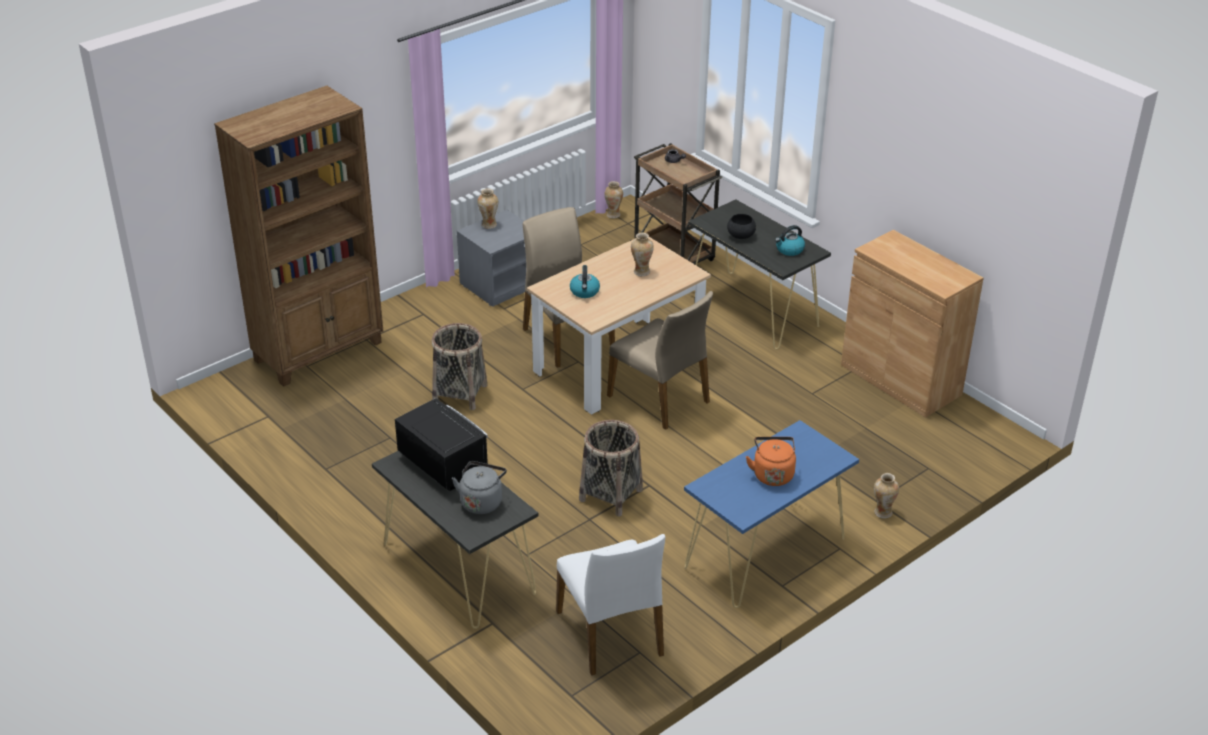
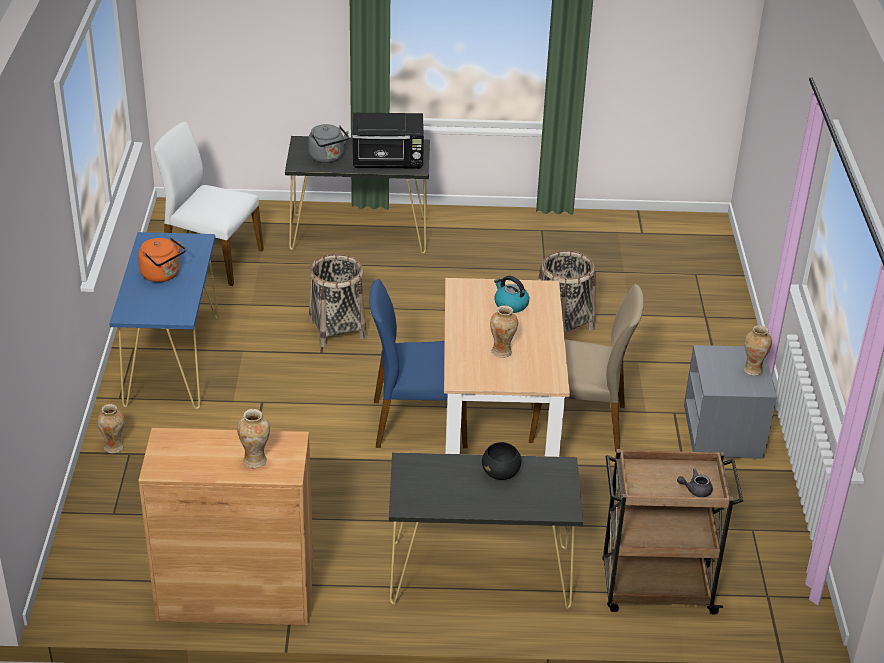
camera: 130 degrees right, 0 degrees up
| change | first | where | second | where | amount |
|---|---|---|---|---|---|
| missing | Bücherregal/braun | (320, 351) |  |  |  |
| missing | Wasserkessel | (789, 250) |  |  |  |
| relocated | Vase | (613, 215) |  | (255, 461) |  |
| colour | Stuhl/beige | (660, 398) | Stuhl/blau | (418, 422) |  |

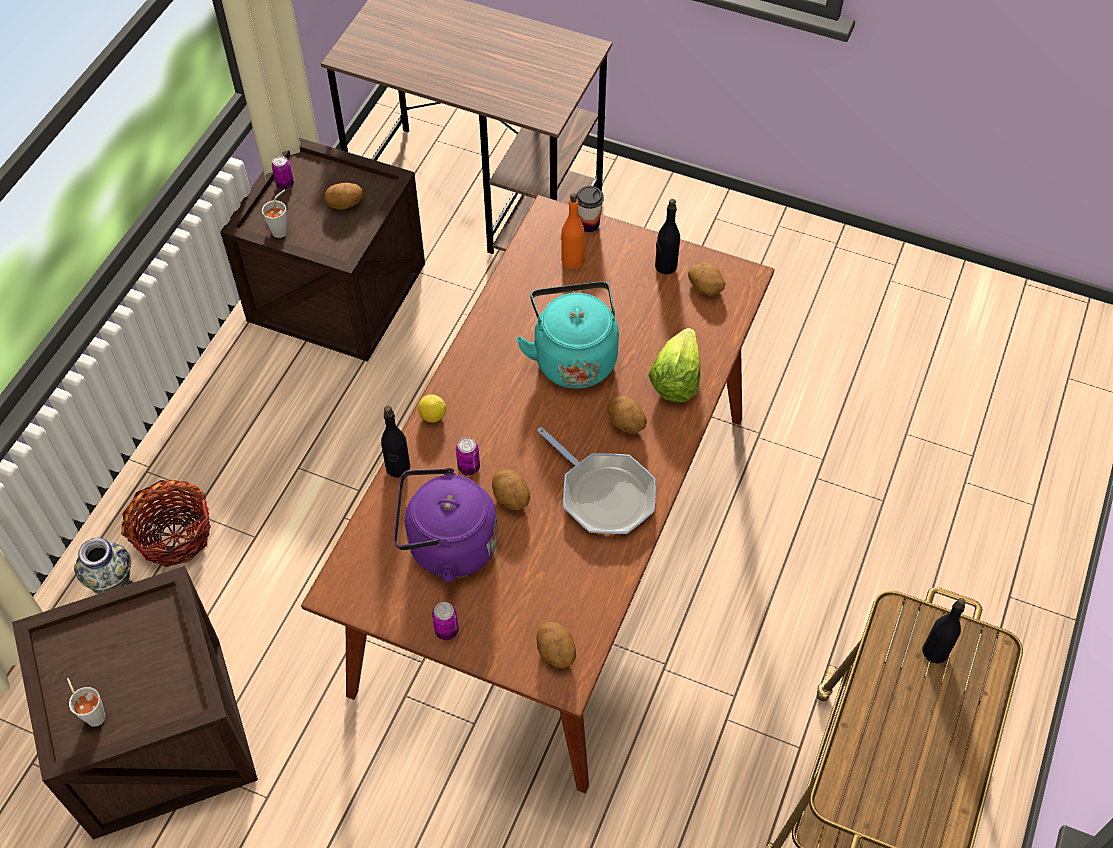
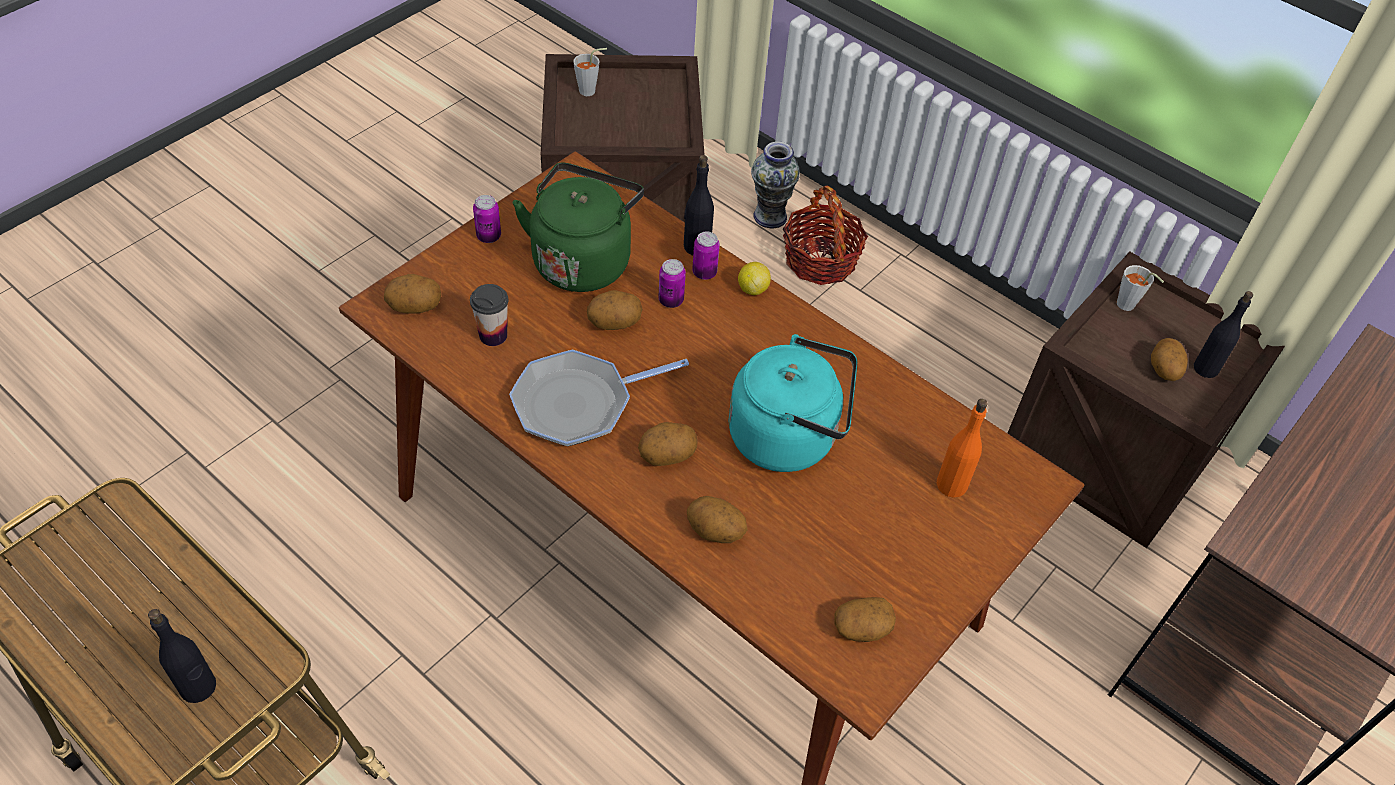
camera: 105 degrees right, 5 degrees down
| change | first | where | second | where | amount |
|---|---|---|---|---|---|
| relocated | Dose | (285, 185) |  | (704, 273) |  |
| relocated | Tasse | (589, 224) |  | (493, 335) |  |
| relocated | Flasche/schwarz | (665, 266) |  | (1205, 368) |  |
| exchanged | Salatkopf | (675, 378) | Kartoffel | (714, 532) |  |
| colour | Wasserkessel/lila | (446, 546) | Wasserkessel/grün | (583, 259) |  |

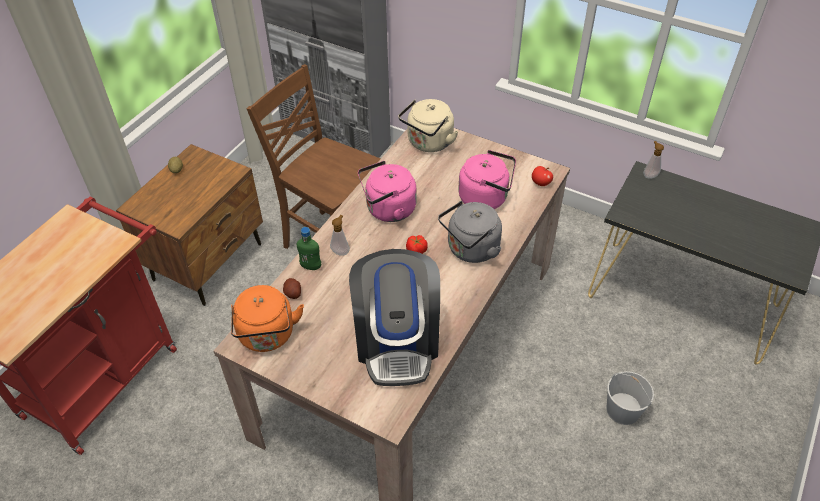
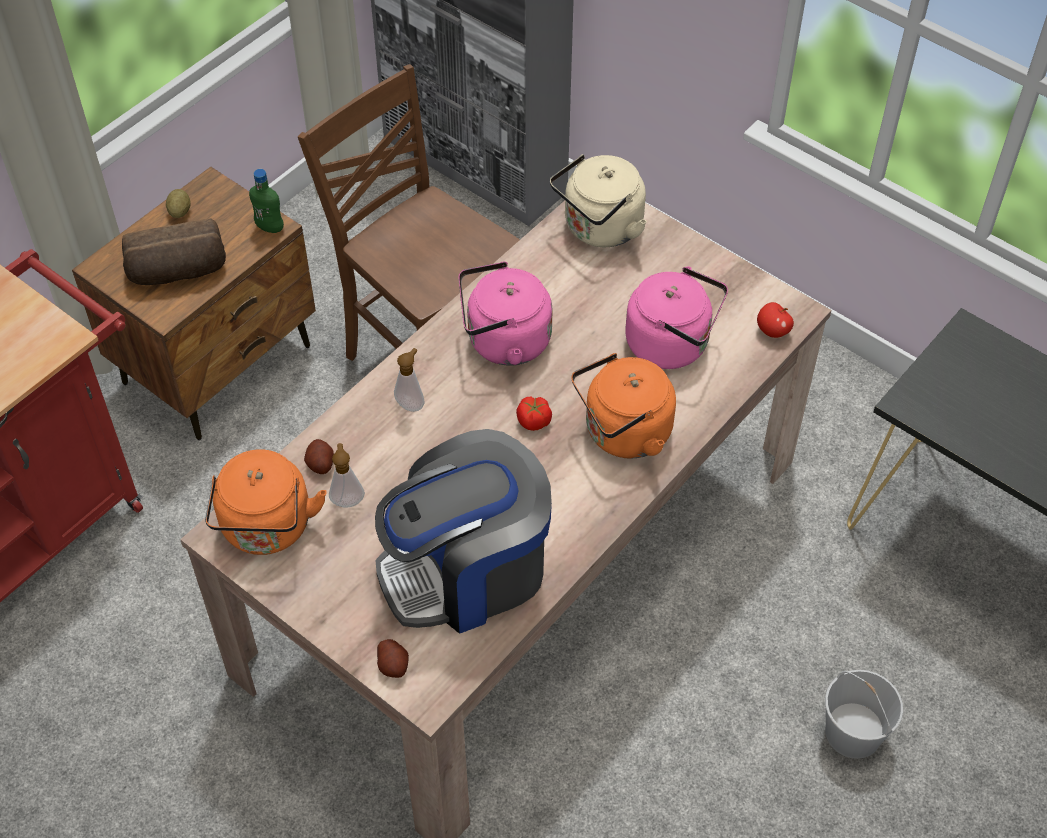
camera: 10 degrees right, 5 degrees up
| change | first | where | second | where | amount |
|---|---|---|---|---|---|
| appeared |  |  | Brot | (178, 272) |  |
| appeared |  |  | Kartoffel | (393, 665) |  |
| relocated | Flasche/grün | (311, 266) |  | (270, 227) |  |
| relocated | Seifenspender | (649, 175) |  | (347, 499) |  |
| colour | Wasserkessel/grau | (470, 250) | Wasserkessel/orange | (623, 434) |  |
| spun | Kaffeemaschine | (397, 341) |  | (467, 571) | 60 degrees clockwise |

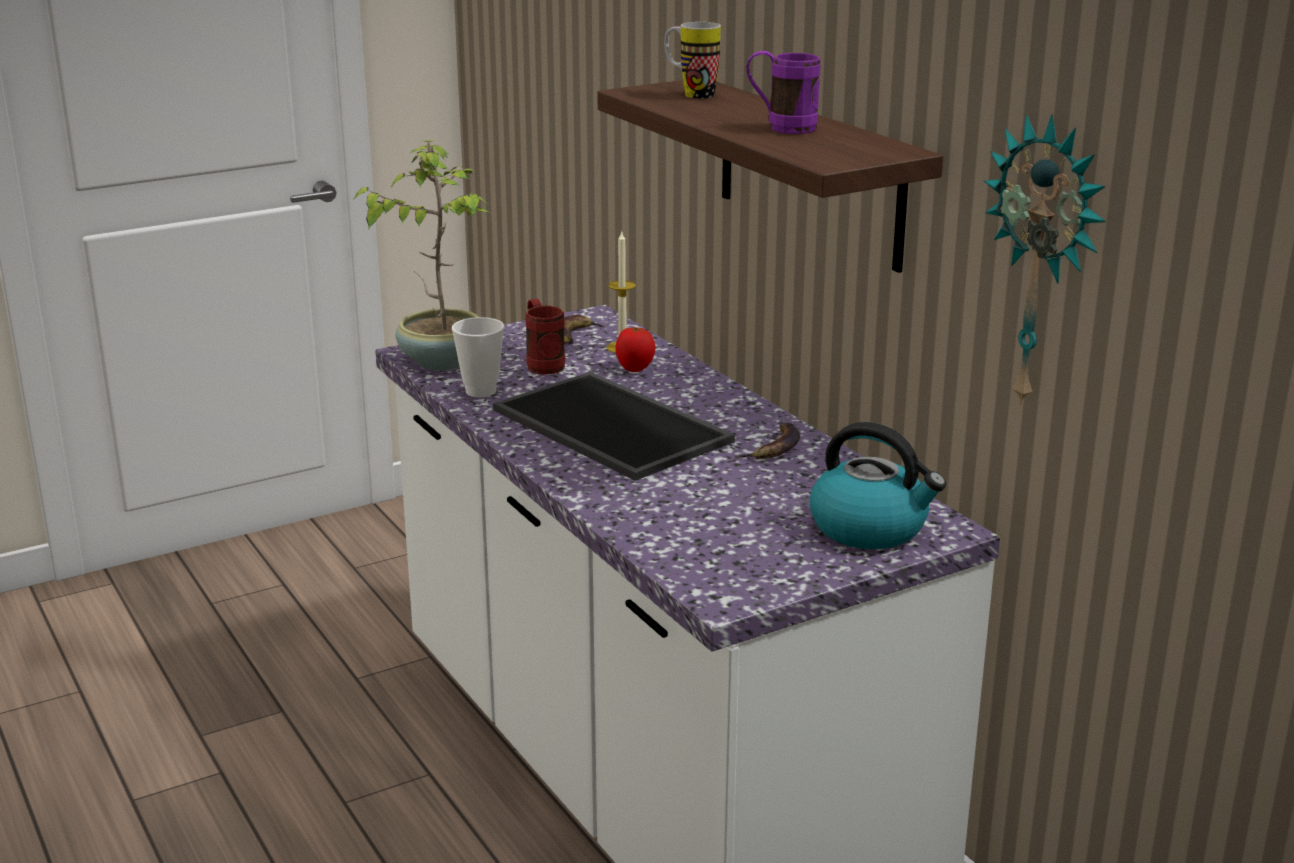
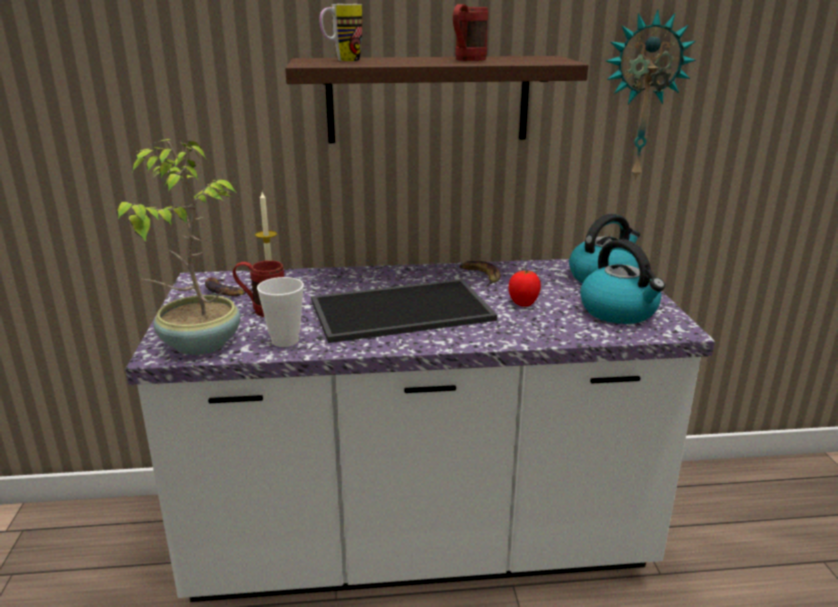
camera: 65 degrees left, 0 degrees up
| change | first | where | second | where | amount |
|---|---|---|---|---|---|
| appeared |  |  | Wasserkessel | (619, 311) |  |
| relocated | Tomate | (635, 369) |  | (523, 304) |  |
| colour | Henkelbecher/lila | (781, 128) | Henkelbecher/rot | (466, 60) |  |

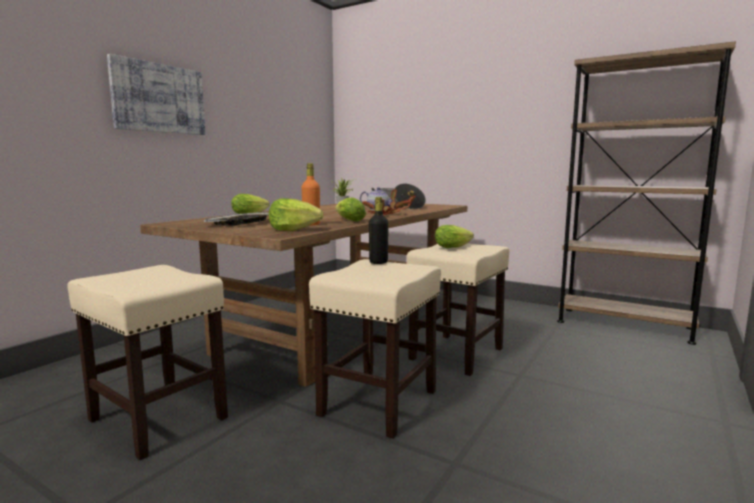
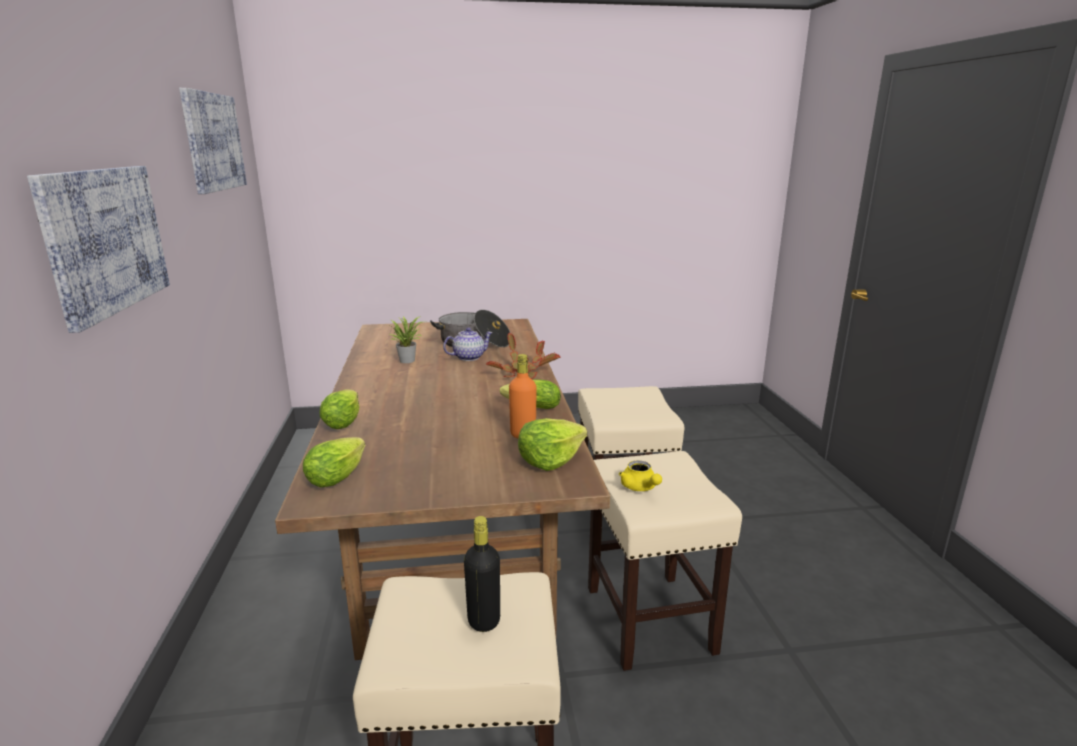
camera: 40 degrees left, 10 degrees up
| change | first | where | second | where | amount |
|---|---|---|---|---|---|
| missing | Tablett | (241, 223) |  |  |  |
| missing | Bücherregal/braun | (624, 325) |  |  |  |
| appeared |  |  | Bild | (213, 142) |  |
| appeared |  |  | Teekanne/gelb | (640, 488) |  |
| relocated | Flasche/schwarz | (378, 262) |  | (484, 620) |  |
| relocated | Salatkopf | (455, 247) |  | (340, 474) |  |

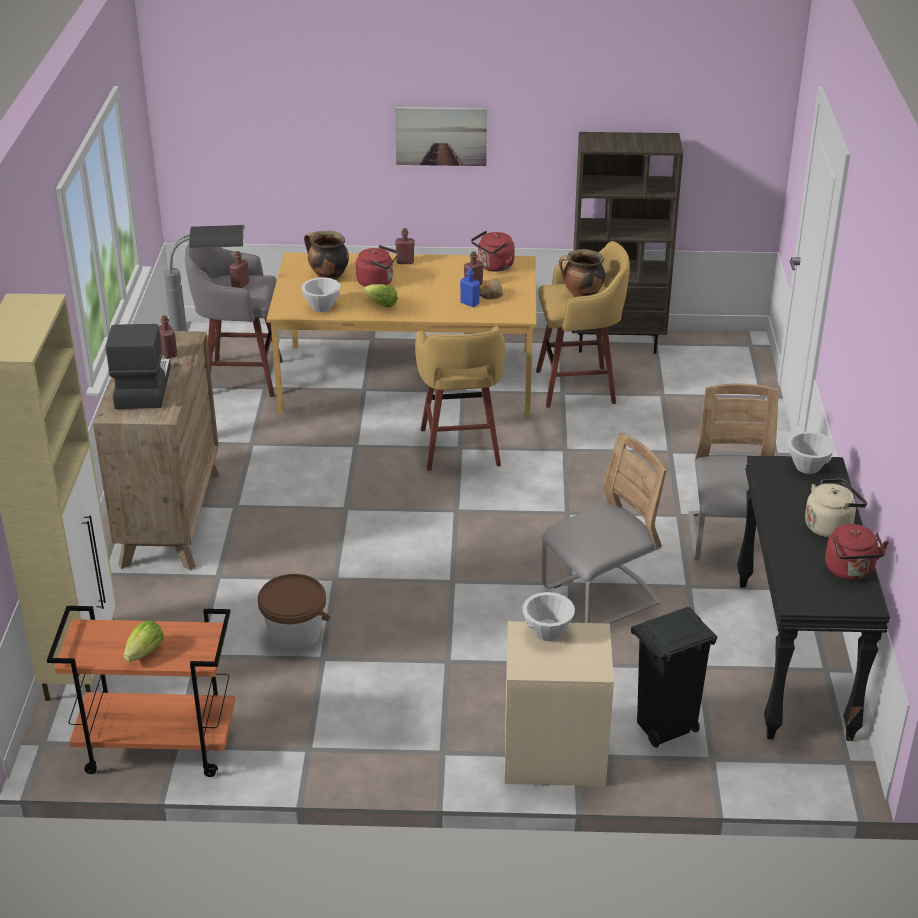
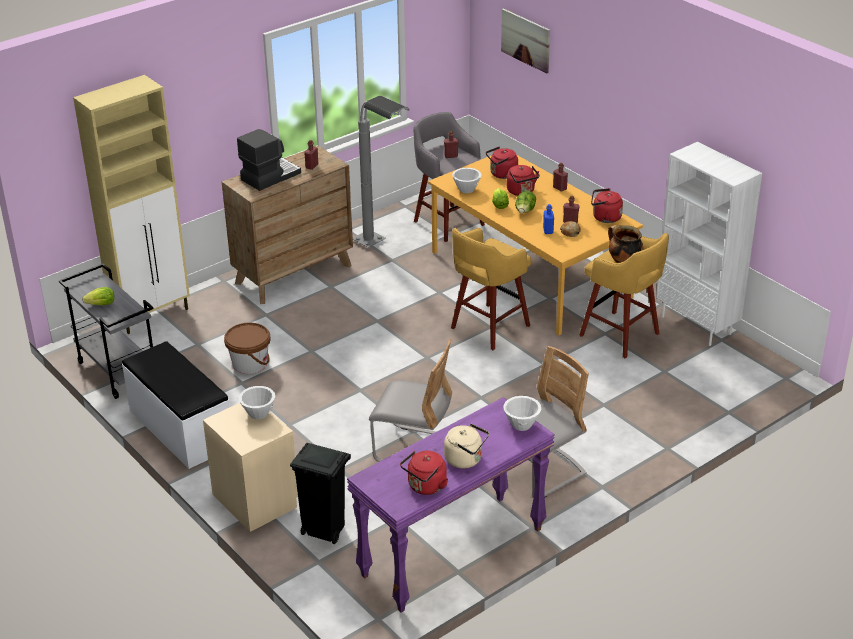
camera: 50 degrees right, 0 degrees up
| change | first | where | second | where | amount |
|---|---|---|---|---|---|
| appeared |  |  | Bank/weiß | (180, 429) |  |
| appeared |  |  | Salatkopf | (525, 212) |  |
| relocated | Bild | (441, 136) |  | (525, 40) |  |
| exchanged | Kochtopf | (328, 276) | Wasserkessel/rot | (502, 174) |  |
| colour | Rollwagen/orange | (156, 748) | Rollwagen/grau | (117, 371) |  |
| colour | Bücherregal/braun | (617, 343) | Bücherregal/weiß | (697, 325) |  |
| colour | Konsolentisch/schwarz | (794, 658) | Konsolentisch/lila | (453, 553) |  |

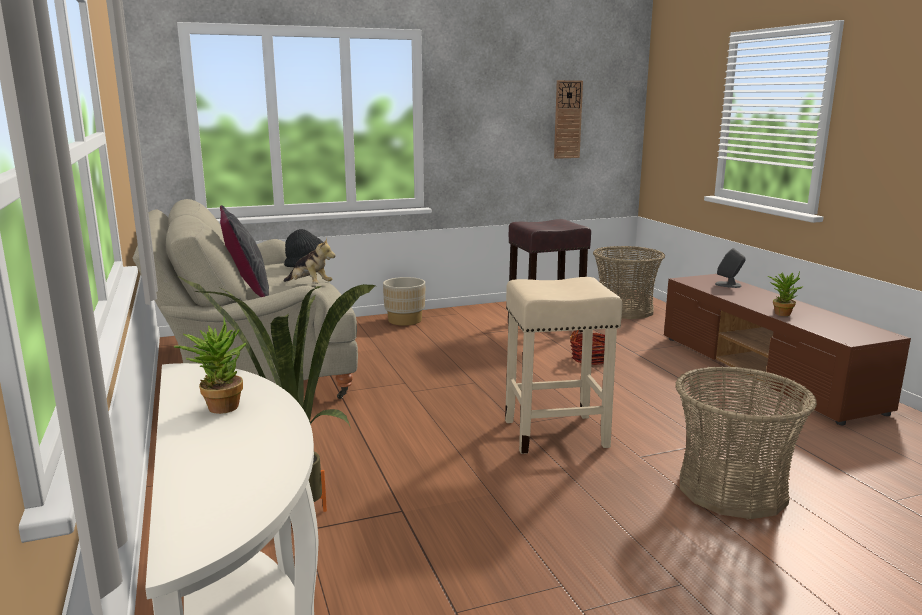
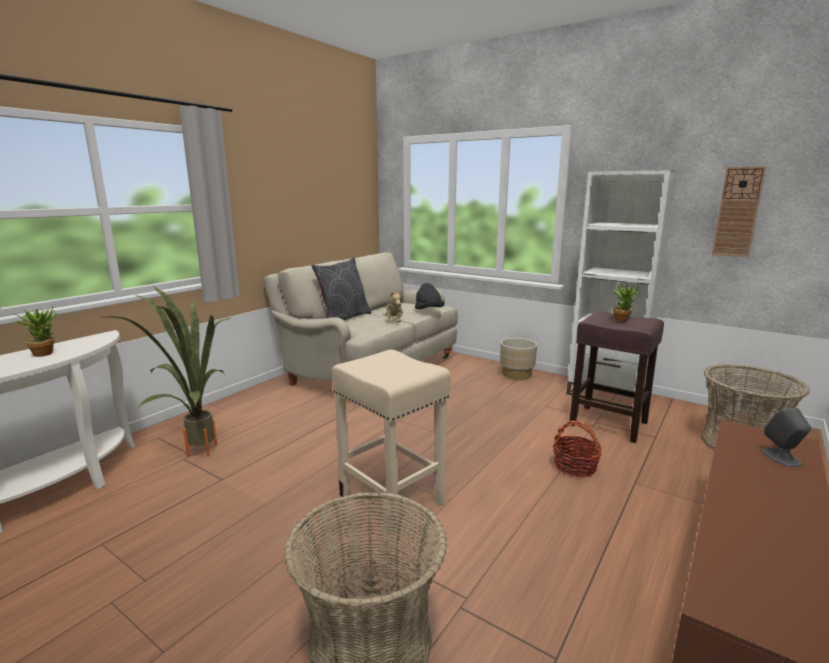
camera: 55 degrees right, 0 degrees up
| change | first | where | second | where | amount |
|---|---|---|---|---|---|
| appeared |  |  | Bücherregal/weiß | (606, 394) |  |
| relocated | Topfpflanze | (781, 313) |  | (622, 320) |  |

